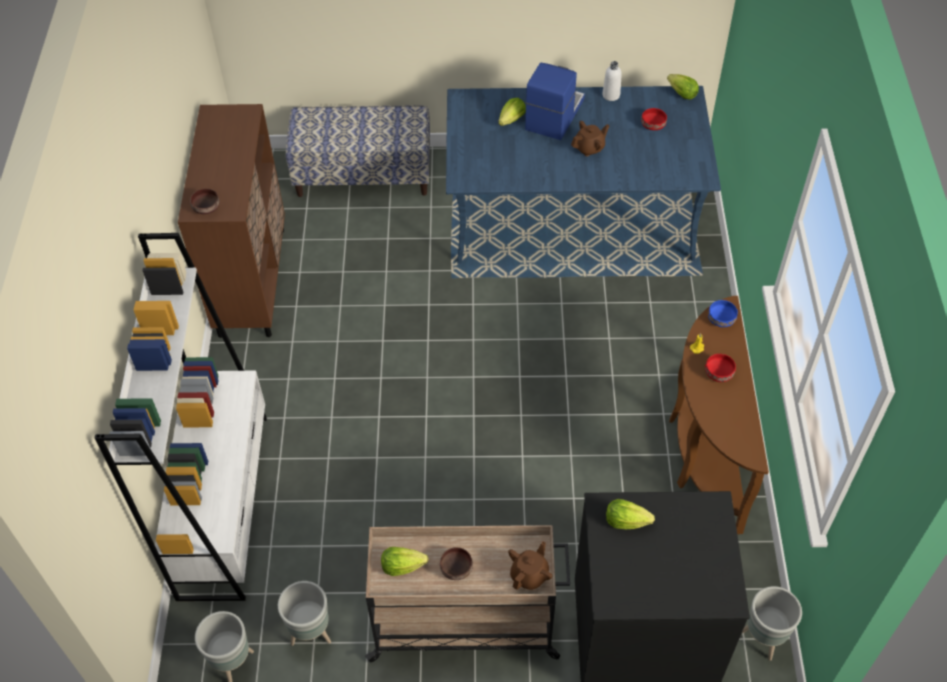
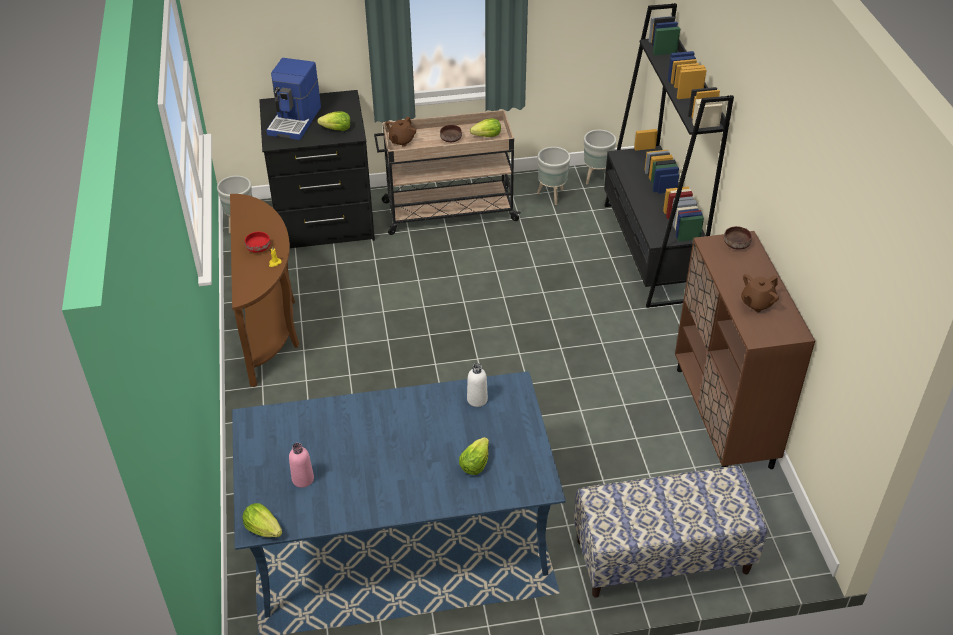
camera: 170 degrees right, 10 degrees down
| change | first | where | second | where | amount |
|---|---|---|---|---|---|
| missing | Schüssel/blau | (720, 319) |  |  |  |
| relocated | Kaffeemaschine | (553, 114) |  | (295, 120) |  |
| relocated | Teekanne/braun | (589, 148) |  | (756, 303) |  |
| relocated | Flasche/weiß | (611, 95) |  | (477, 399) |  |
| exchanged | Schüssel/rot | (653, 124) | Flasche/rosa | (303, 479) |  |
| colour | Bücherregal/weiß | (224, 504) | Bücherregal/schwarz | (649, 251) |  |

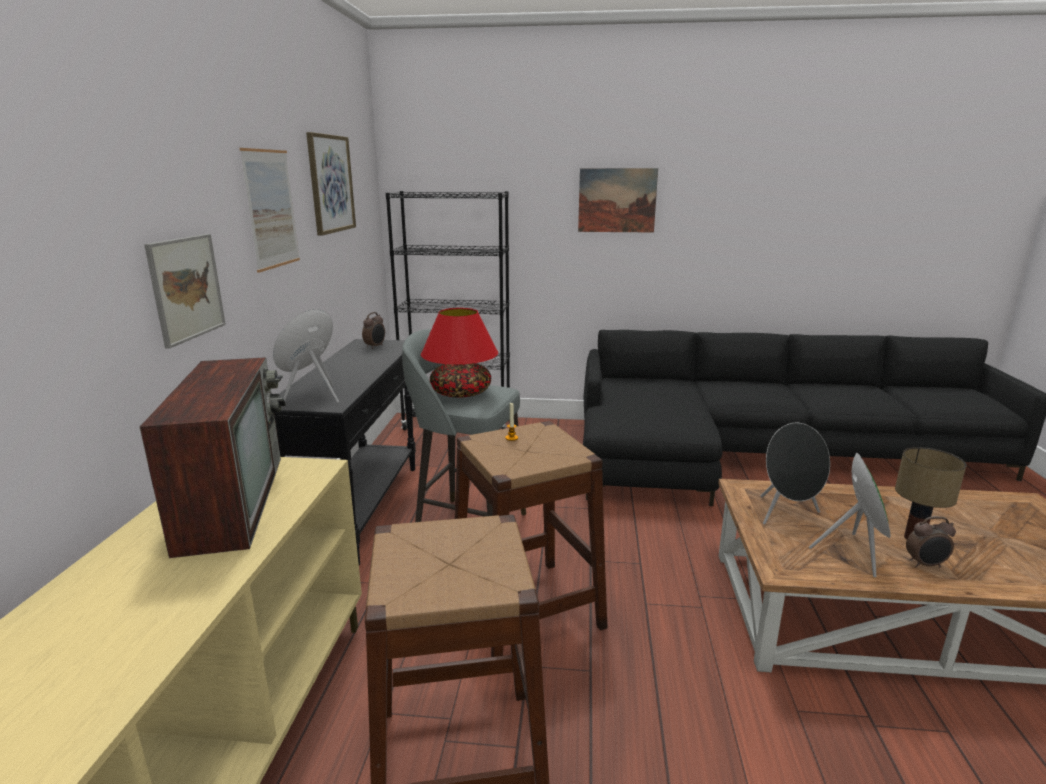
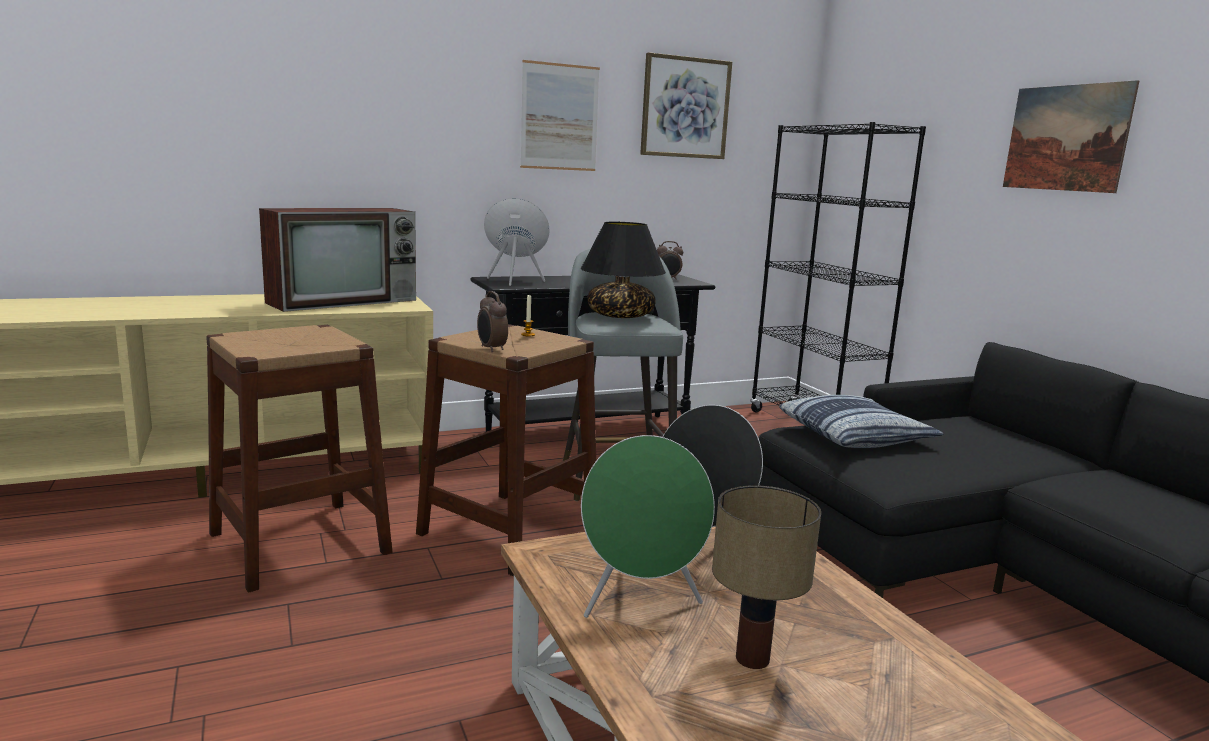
camera: 60 degrees right, 5 degrees down
| change | first | where | second | where | amount |
|---|---|---|---|---|---|
| missing | Bild | (186, 288) |  |  |  |
| appeared |  |  | Kissen | (855, 436) |  |
| relocated | Wecker | (925, 565) |  | (491, 349) |  |
| colour | Tischlampe/rot | (461, 392) | Tischlampe/schwarz | (621, 316) |  |

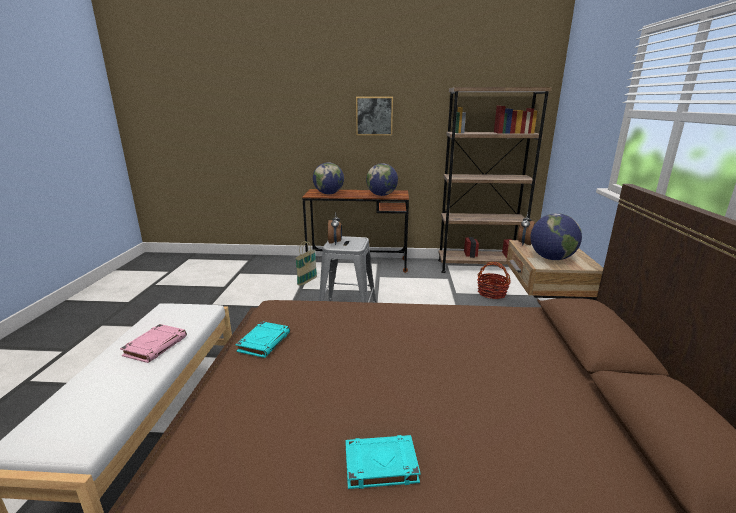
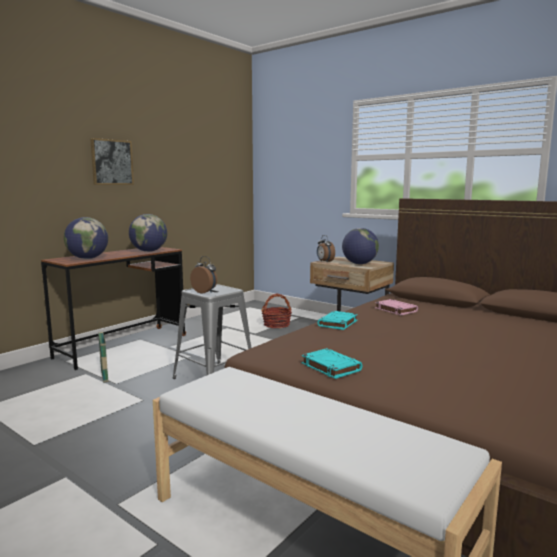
camera: 55 degrees left, 10 degrees down
| change | first | where | second | where | amount |
|---|---|---|---|---|---|
| missing | Bücherregal/braun | (478, 267) |  |  |  |
| relocated | Buch/rosa | (156, 346) |  | (395, 310) |  |
| relocated | Buch/türkis | (380, 465) |  | (338, 323) |  |

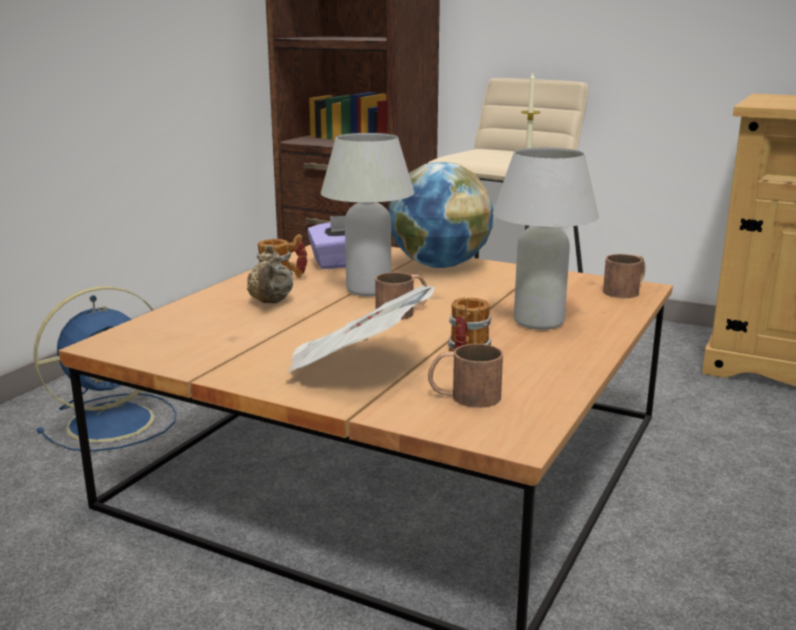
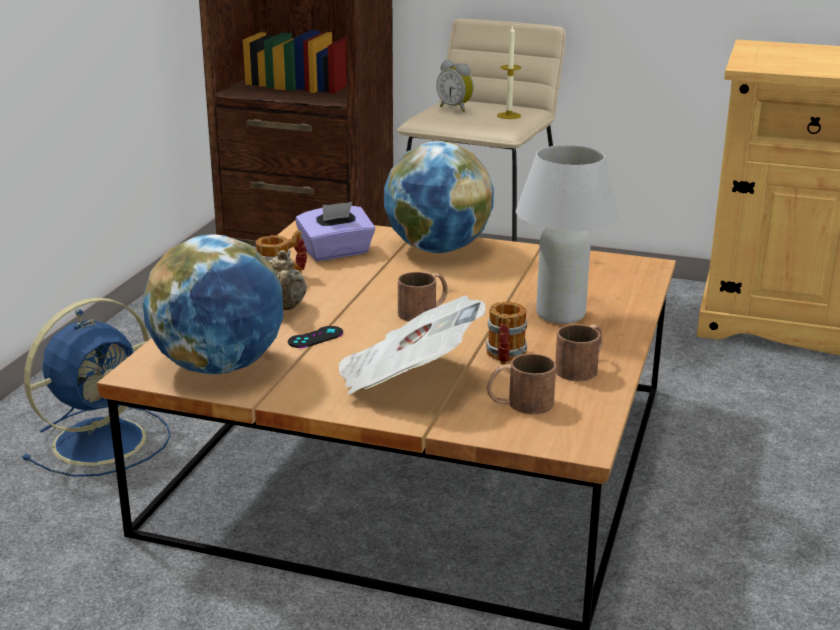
camera: 10 degrees left, 5 degrees up
| change | first | where | second | where | amount |
|---|---|---|---|---|---|
| missing | Tischlampe/weiß | (368, 290) |  |  |  |
| appeared |  |  | Globus | (219, 367) |  |
| appeared |  |  | Gamepad/schwarz | (315, 337) |  |
| appeared |  |  | Wecker | (456, 108) |  |
| relocated | Henkelbecher/braun | (626, 290) |  | (582, 367) |  |

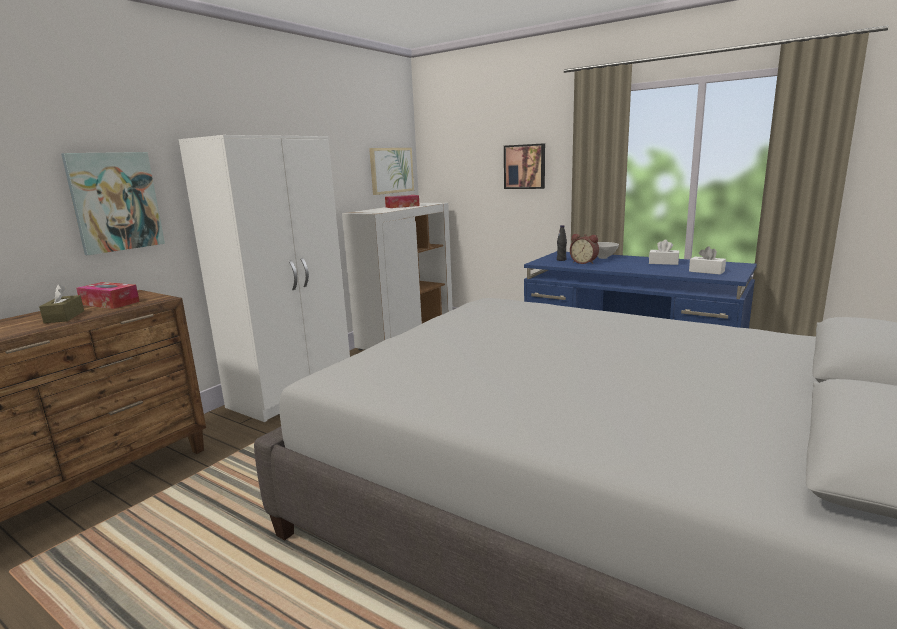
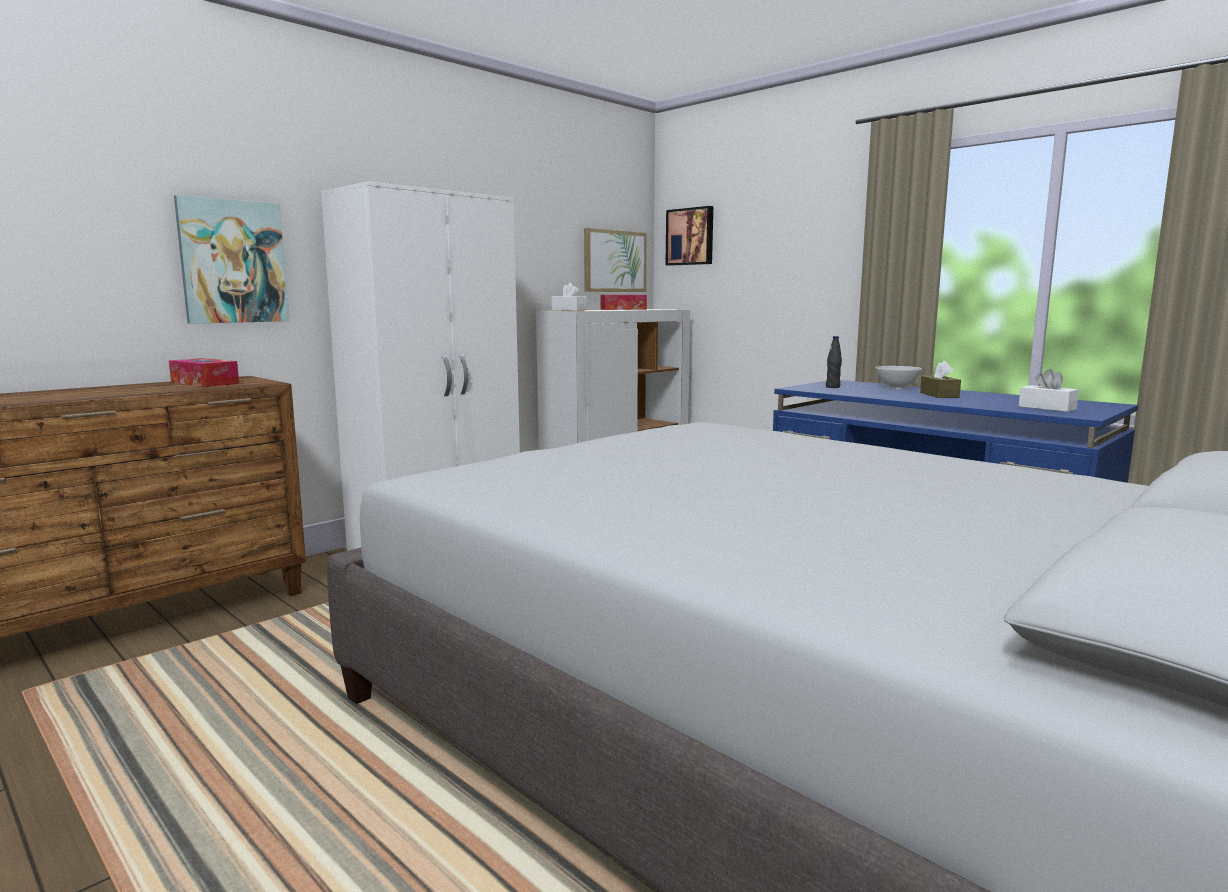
camera: 10 degrees right, 5 degrees down
| change | first | where | second | where | amount |
|---|---|---|---|---|---|
| missing | Wecker | (584, 262) |  |  |  |
| relocated | Taschentuchbox/braun | (64, 317) |  | (939, 395) |  |
| relocated | Bild | (525, 166) |  | (690, 236) |  |
| relocated | Taschentuchbox/weiß | (663, 263) |  | (569, 310) |  |

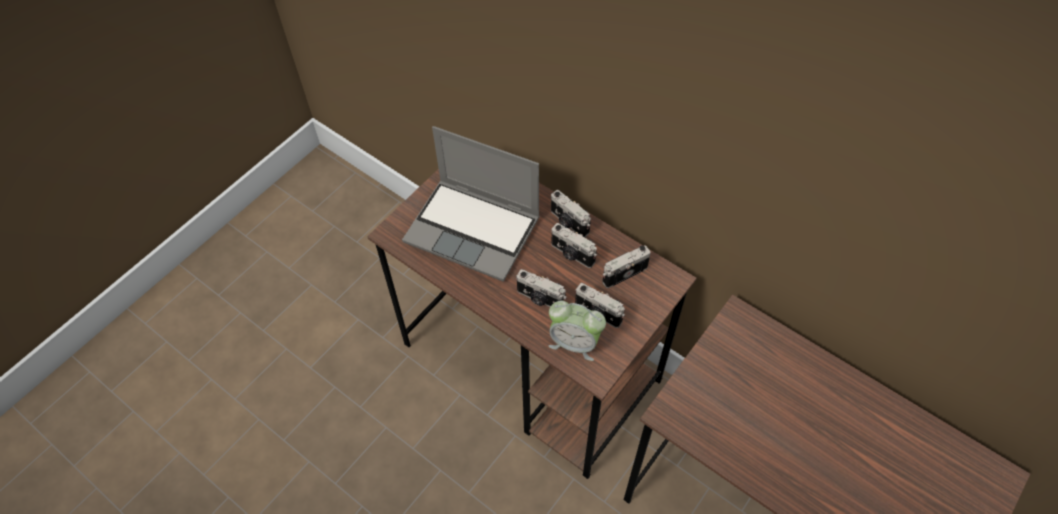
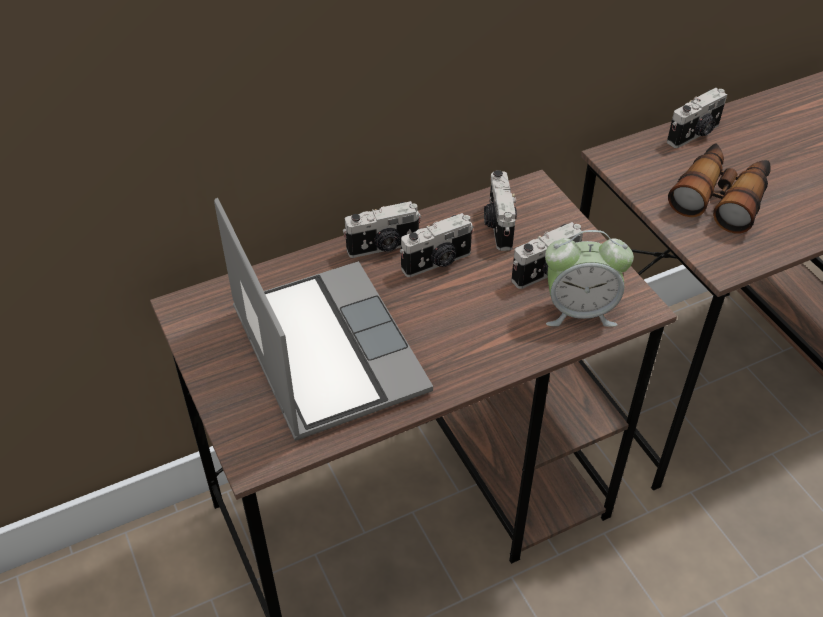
camera: 65 degrees left, 10 degrees down
| change | first | where | second | where | amount |
|---|---|---|---|---|---|
| appeared |  |  | Fernglas | (721, 197) |  |
| relocated | Kamera | (540, 299) |  | (694, 134) |  |
| spun | Laptop | (474, 230) |  | (324, 350) | 75 degrees counterclockwise |
| spun | Wecker | (574, 342) |  | (579, 311) | 45 degrees clockwise |

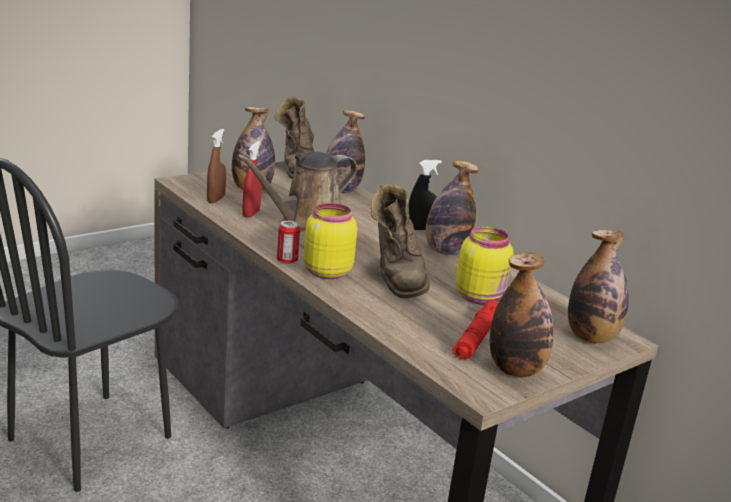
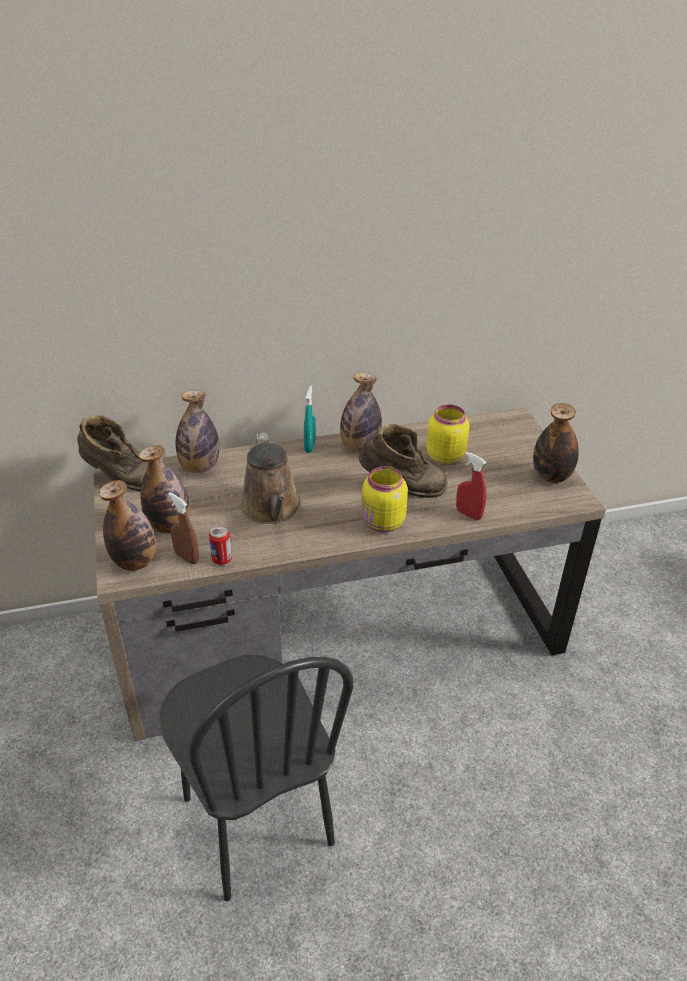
camera: 65 degrees left, 15 degrees up
| change | first | where | second | where | amount |
|---|---|---|---|---|---|
| missing | Taschenlampe/rot | (476, 338) |  |  |  |
| relocated | Sprühflasche/rot | (251, 213) |  | (468, 514) |  |
| relocated | Dose | (287, 260) |  | (222, 559) |  |
| relocated | Flasche | (591, 337) |  | (135, 562) |  |
| colour | Sprühflasche/schwarz | (420, 229) | Sprühflasche/türkis | (309, 446) |  |

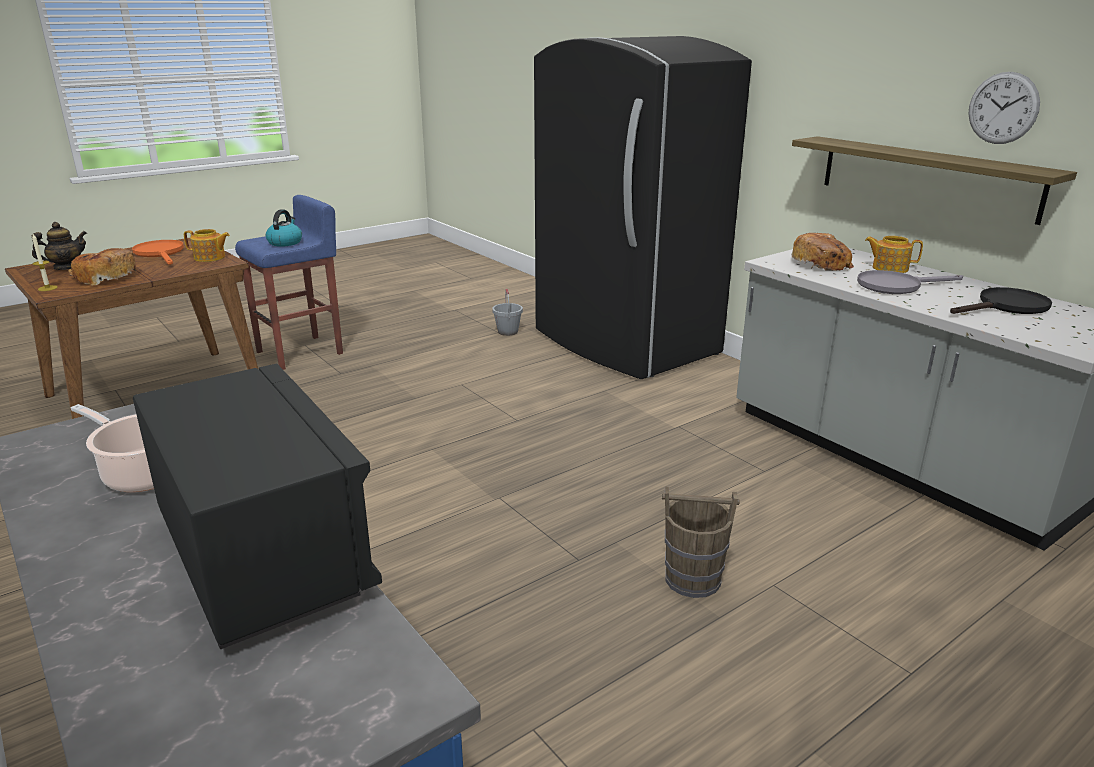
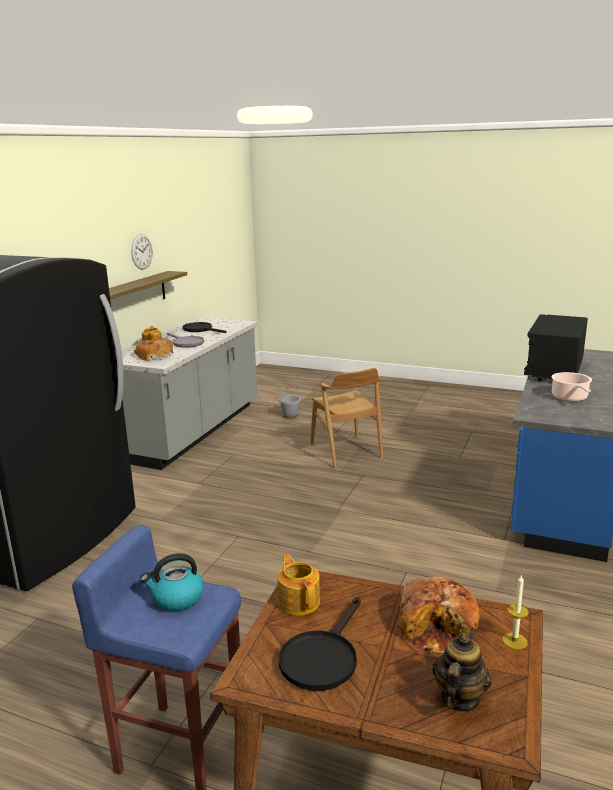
camera: 120 degrees left, 5 degrees down
| change | first | where | second | where | amount |
|---|---|---|---|---|---|
| relocated | Eimer/grau | (507, 332) |  | (290, 415) |  |
| exchanged | Eimer/braun | (692, 579) | Stuhl/braun | (346, 452) |  |
| colour | Pfanne/orange | (161, 253) | Pfanne/schwarz | (322, 657) |  |
| spun | Teekanne | (66, 267) |  | (459, 698) | 90 degrees clockwise |

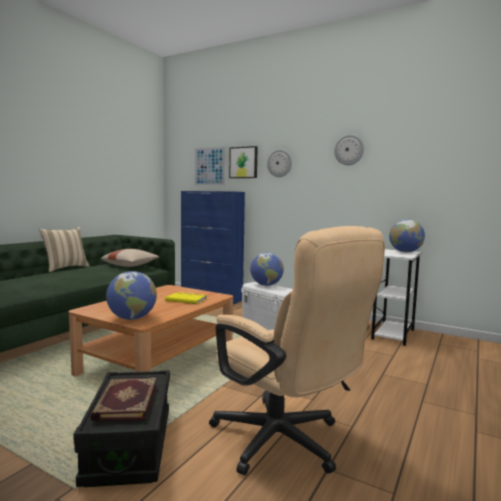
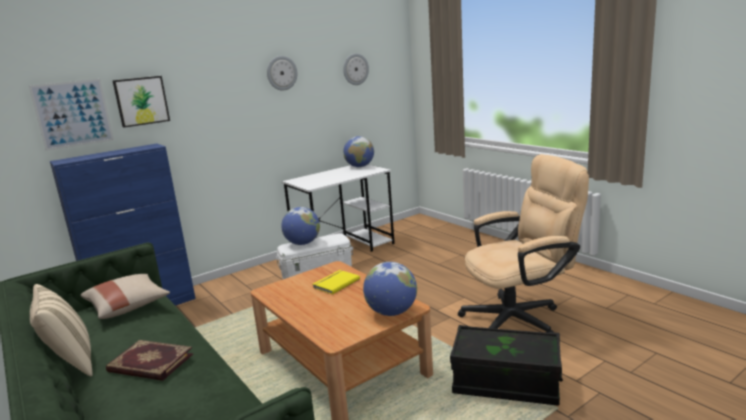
camera: 65 degrees left, 10 degrees up
| change | first | where | second | where | amount |
|---|---|---|---|---|---|
| relocated | Buch | (125, 401) |  | (150, 364) |  |
| relocated | Wanduhr | (279, 163) |  | (355, 69) |  |

